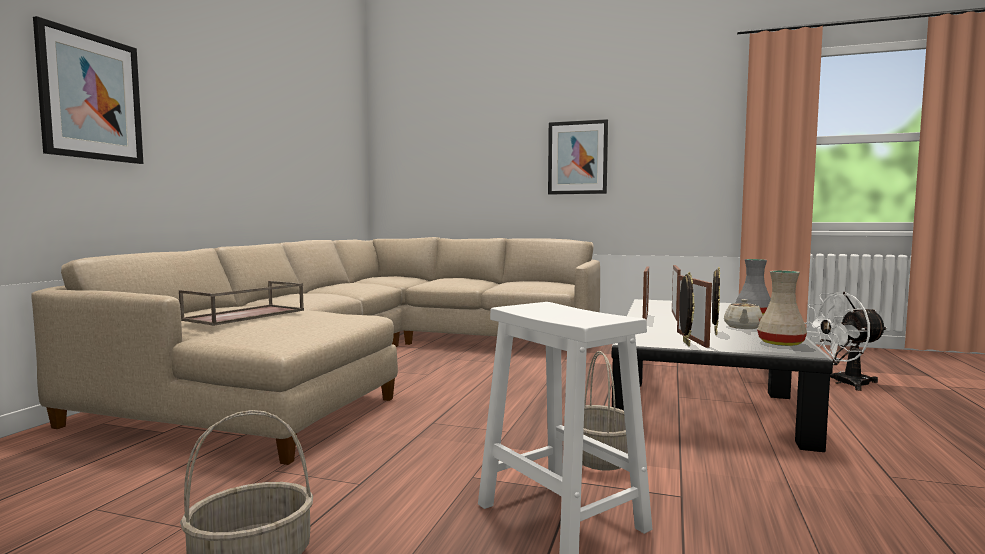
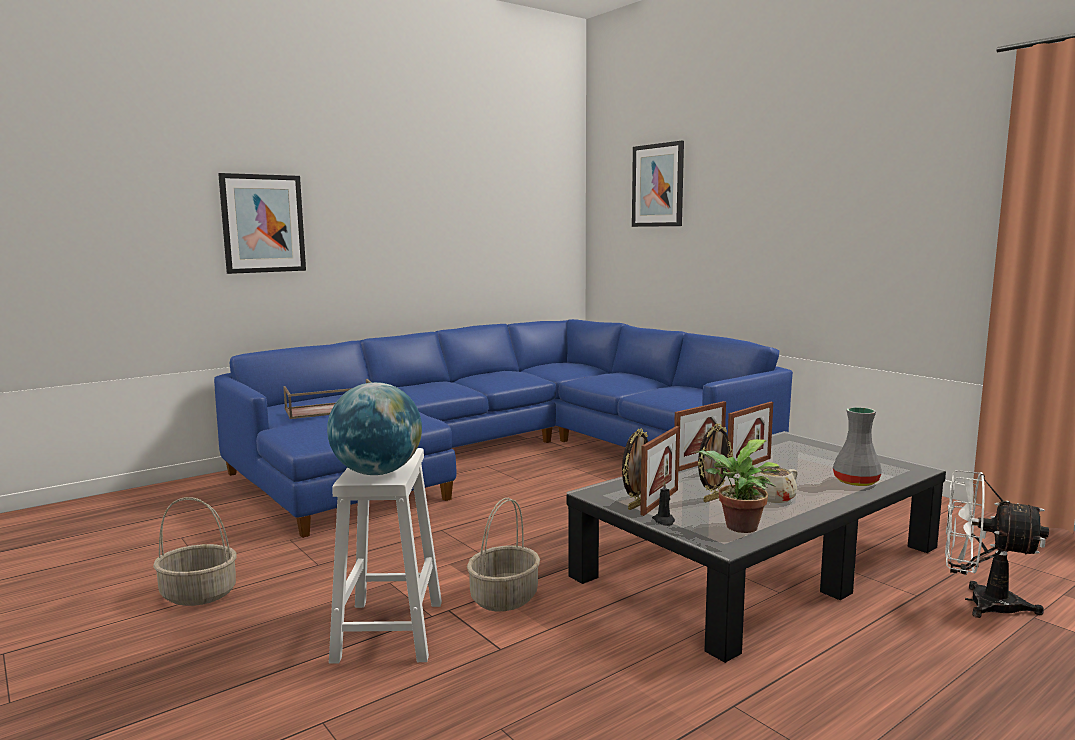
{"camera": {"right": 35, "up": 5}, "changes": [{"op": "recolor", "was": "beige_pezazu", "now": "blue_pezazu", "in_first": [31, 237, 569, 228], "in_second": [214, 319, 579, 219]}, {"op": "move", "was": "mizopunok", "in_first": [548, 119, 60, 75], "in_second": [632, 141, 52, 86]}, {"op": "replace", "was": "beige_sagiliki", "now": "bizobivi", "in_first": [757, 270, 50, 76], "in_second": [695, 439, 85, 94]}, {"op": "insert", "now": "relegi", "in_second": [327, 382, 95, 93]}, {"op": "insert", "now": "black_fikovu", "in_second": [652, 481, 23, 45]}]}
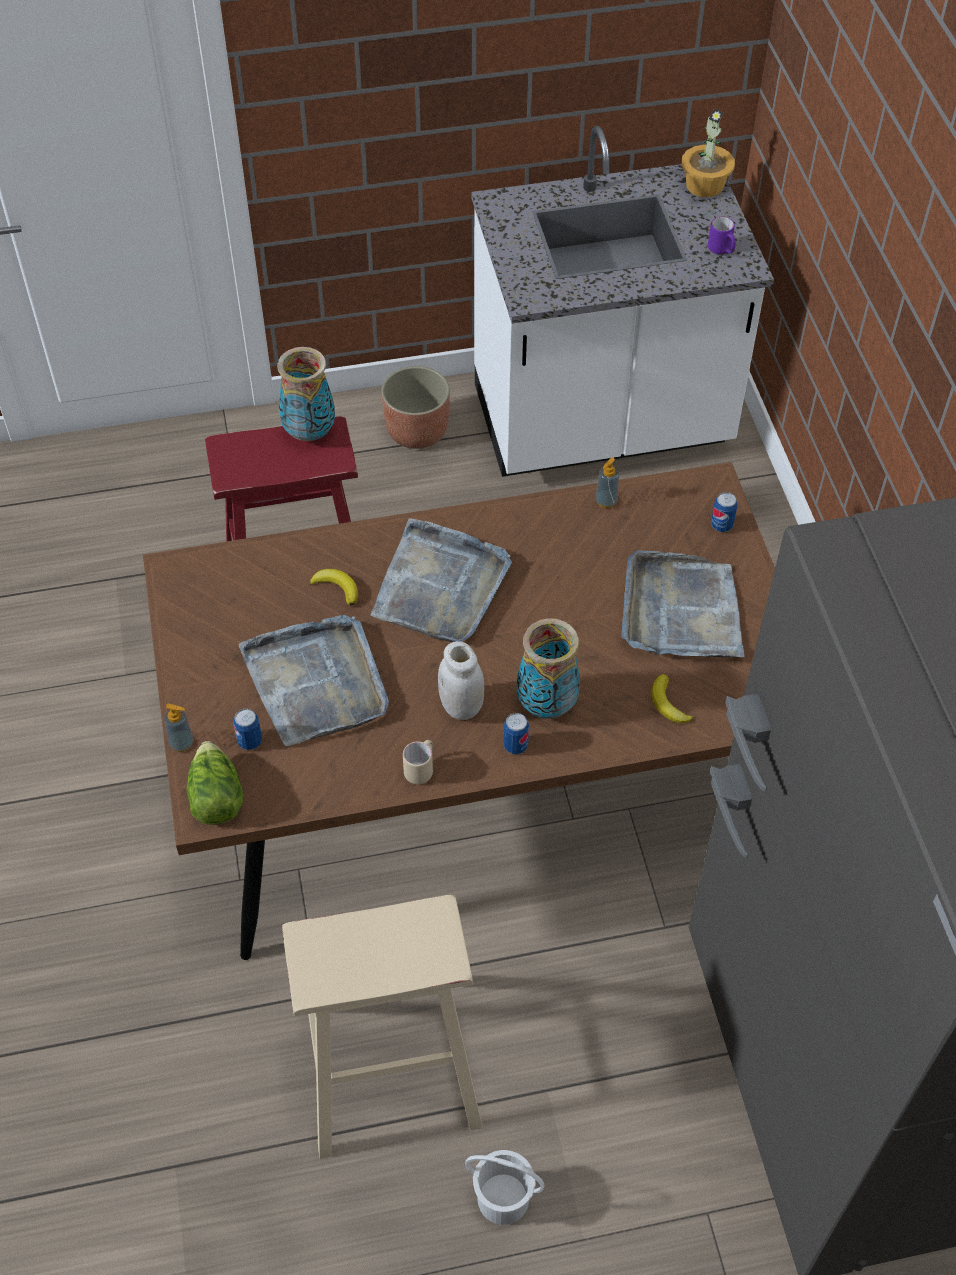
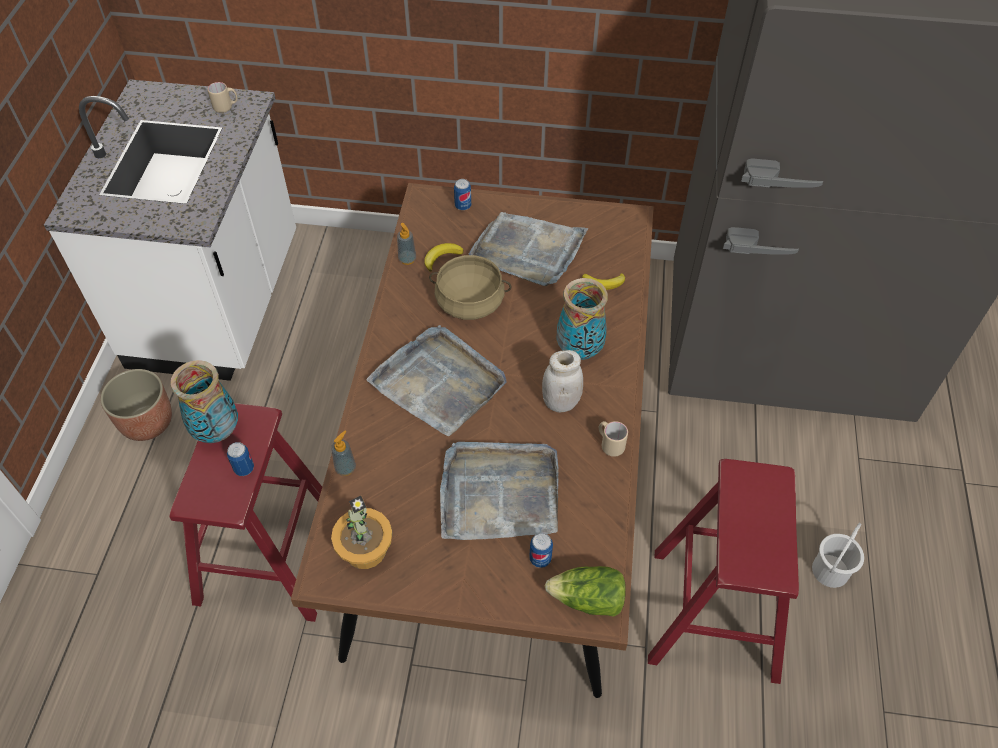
{"camera": {"right": -70, "up": 0}, "changes": [{"op": "move", "was": "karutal", "in_first": [164, 703, 30, 49], "in_second": [331, 431, 25, 45]}, {"op": "recolor", "was": "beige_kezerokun", "now": "red_kezerokun", "in_first": [282, 895, 200, 264], "in_second": [648, 459, 151, 225]}, {"op": "move", "was": "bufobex", "in_first": [310, 569, 48, 37], "in_second": [424, 243, 40, 29]}, {"op": "move", "was": "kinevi", "in_first": [503, 713, 26, 41], "in_second": [227, 442, 27, 34]}, {"op": "move", "was": "bizobivi", "in_first": [682, 108, 53, 89], "in_second": [331, 495, 62, 74]}, {"op": "recolor", "was": "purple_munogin", "now": "beige_munogin", "in_first": [708, 217, 28, 37], "in_second": [208, 82, 29, 31]}, {"op": "insert", "now": "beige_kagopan", "in_second": [429, 255, 83, 65]}]}
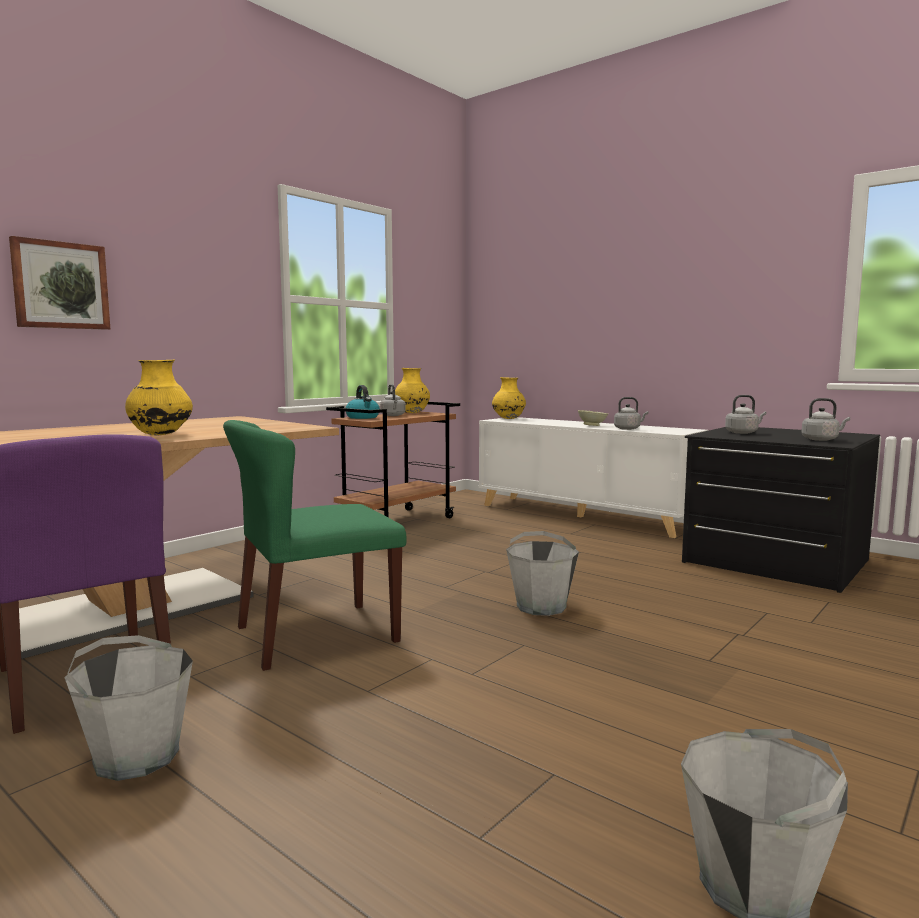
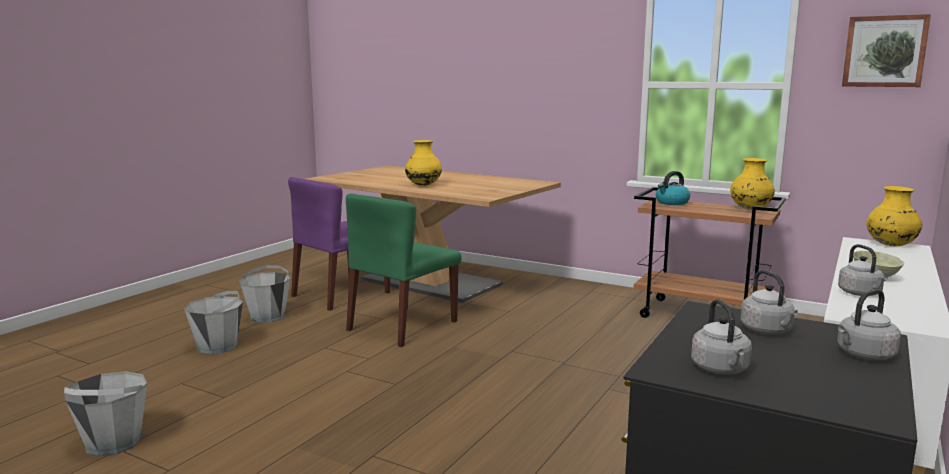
{"camera": {"right": 80, "up": 5}, "changes": [{"op": "move", "was": "mizopunok", "in_first": [9, 236, 101, 94], "in_second": [842, 14, 89, 73]}, {"op": "rotate", "was": "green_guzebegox", "in_first": [223, 420, 184, 251], "in_second": [346, 193, 115, 154], "clockwise": -105}, {"op": "move", "was": "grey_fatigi", "in_first": [380, 384, 26, 32], "in_second": [837, 289, 64, 71]}, {"op": "move", "was": "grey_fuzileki", "in_first": [506, 531, 73, 85], "in_second": [184, 291, 59, 64]}]}
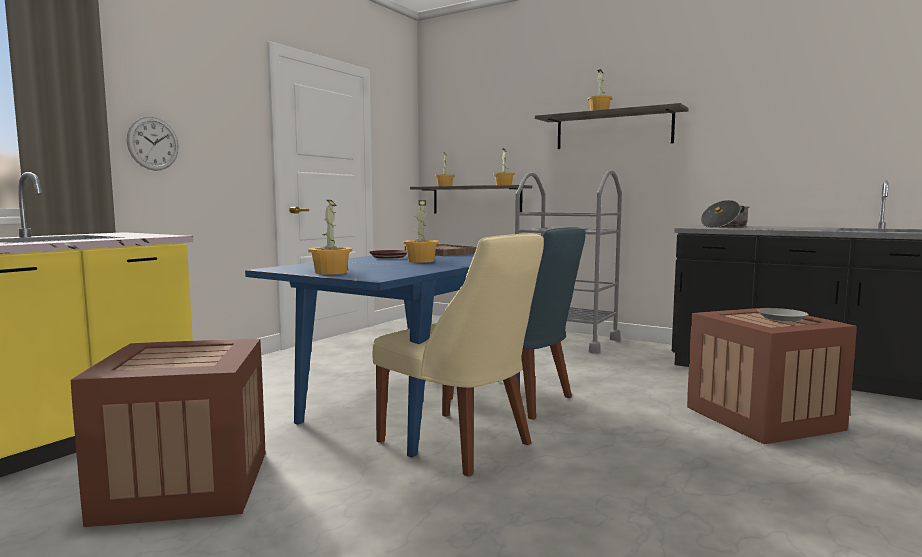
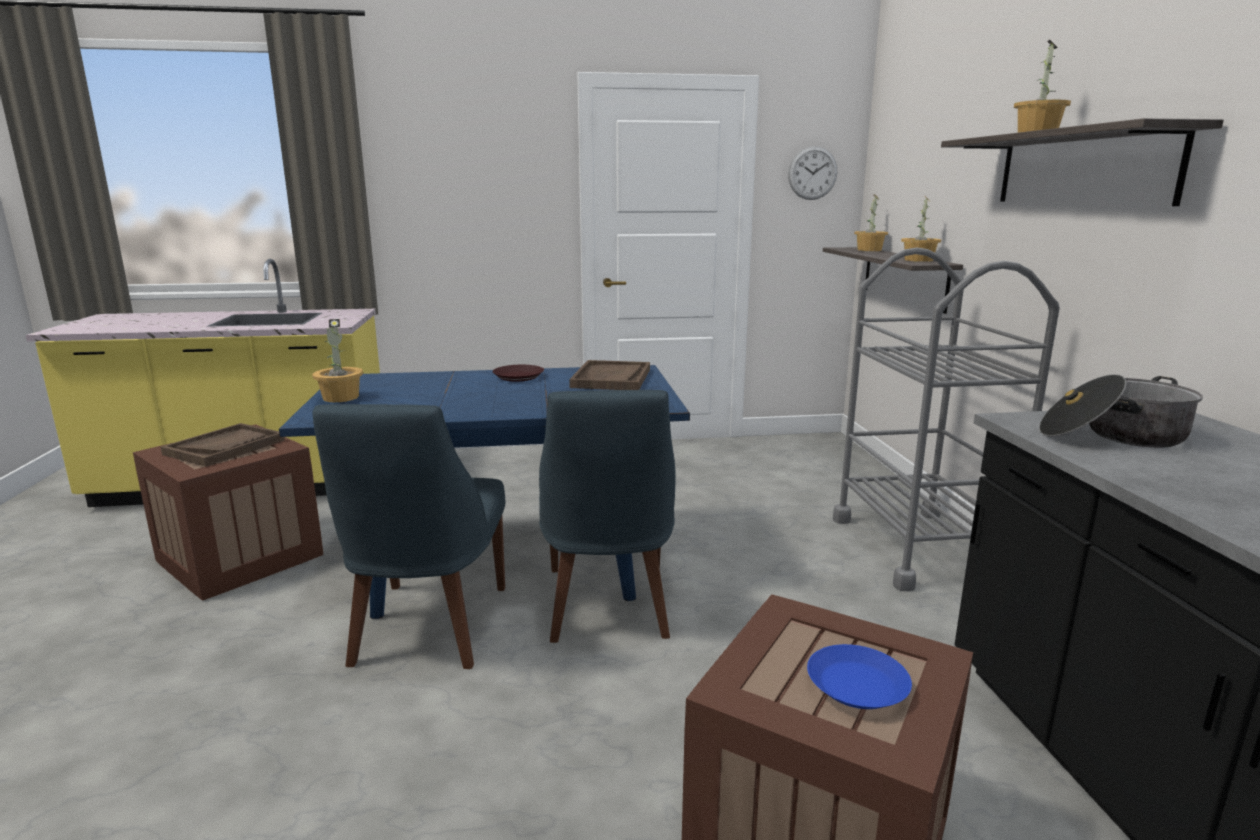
{"camera": {"right": 50, "up": 10}, "changes": [{"op": "move", "was": "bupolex", "in_first": [127, 117, 52, 54], "in_second": [788, 146, 49, 54]}, {"op": "recolor", "was": "beige_guzebegox", "now": "blue_guzebegox", "in_first": [373, 234, 171, 243], "in_second": [313, 404, 192, 265]}, {"op": "delete", "was": "bizobivi", "in_first": [403, 200, 36, 63]}, {"op": "recolor", "was": "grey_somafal", "now": "blue_somafal", "in_first": [757, 308, 52, 13], "in_second": [807, 644, 105, 65]}, {"op": "insert", "now": "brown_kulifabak", "in_second": [161, 423, 124, 44]}]}
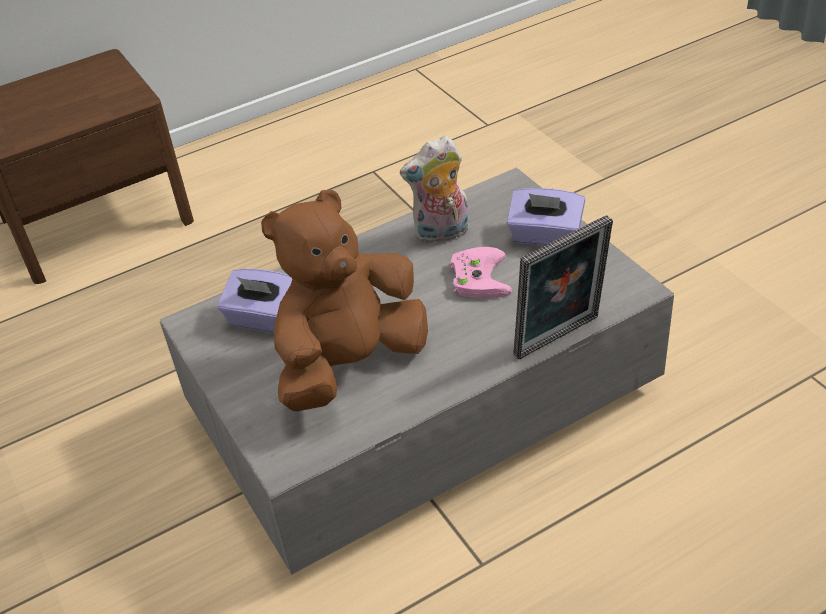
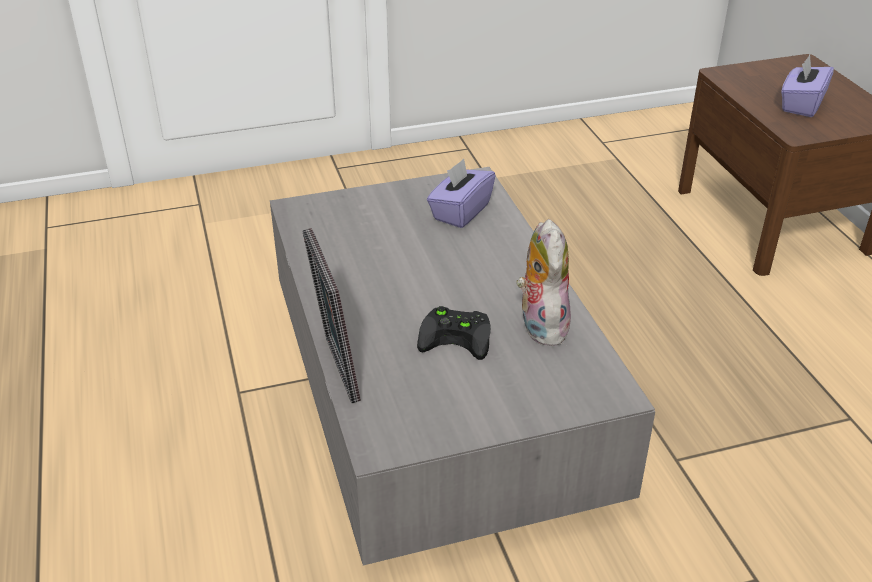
{"camera": {"right": 100, "up": -5}, "changes": [{"op": "delete", "was": "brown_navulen", "in_first": [261, 190, 167, 221]}, {"op": "recolor", "was": "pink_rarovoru", "now": "black_rarovoru", "in_first": [450, 247, 62, 51], "in_second": [417, 306, 74, 54]}, {"op": "move", "was": "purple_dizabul", "in_first": [507, 188, 78, 58], "in_second": [781, 55, 53, 62]}]}
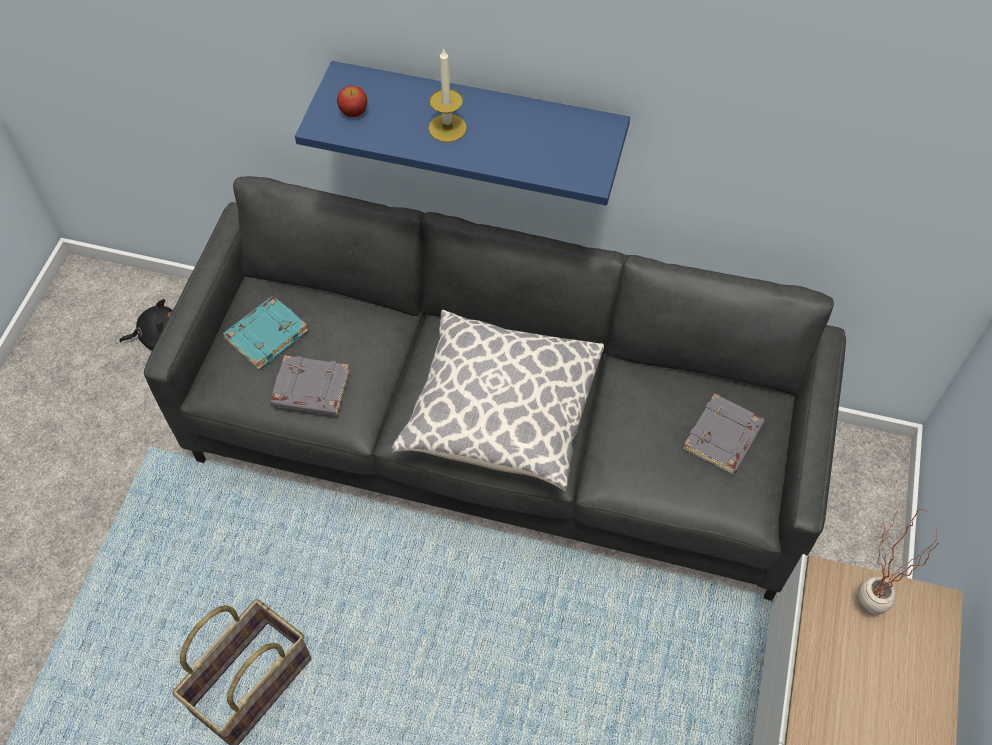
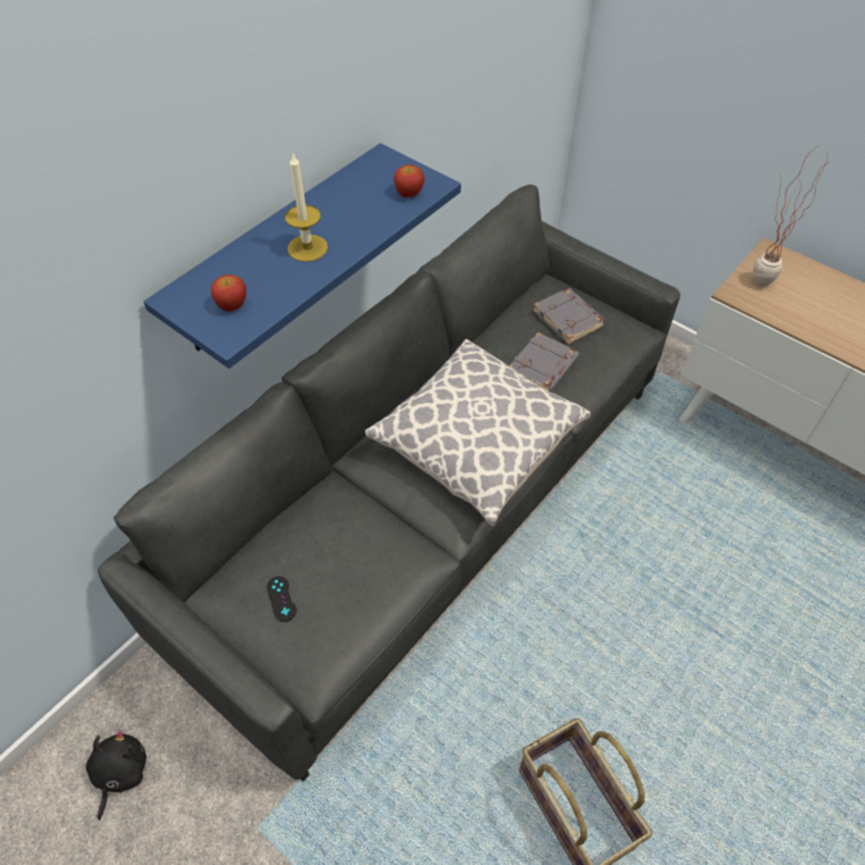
{"camera": {"right": -65, "up": -5}, "changes": [{"op": "replace", "was": "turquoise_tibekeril", "now": "black_rarovoru", "in_first": [223, 296, 86, 74], "in_second": [267, 576, 30, 46]}, {"op": "move", "was": "grey_tibekeril", "in_first": [270, 355, 80, 61], "in_second": [510, 332, 69, 60]}, {"op": "insert", "now": "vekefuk", "in_second": [394, 165, 31, 32]}]}
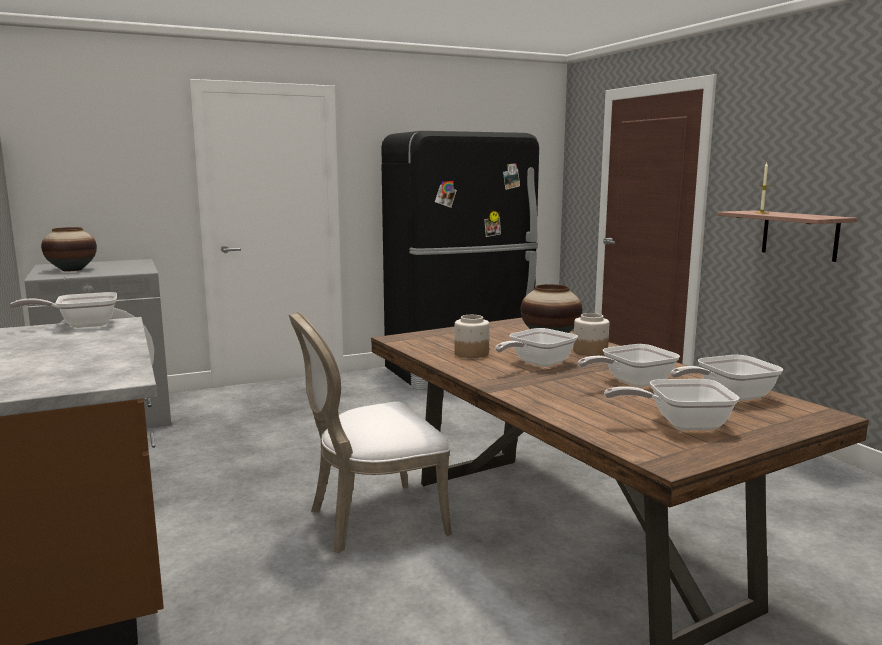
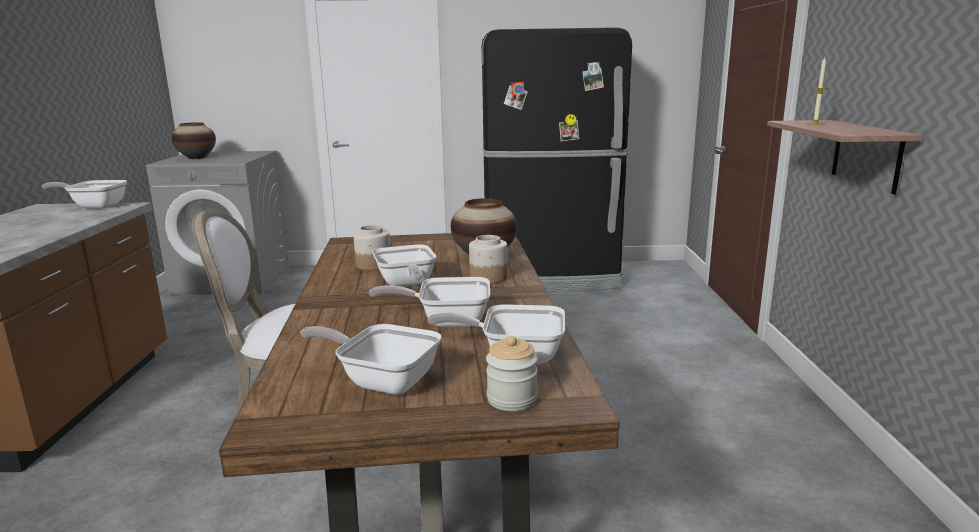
{"camera": {"right": 25, "up": 5}, "changes": [{"op": "rotate", "was": "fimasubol", "in_first": [495, 328, 83, 39], "in_second": [372, 244, 65, 43], "clockwise": -90}, {"op": "insert", "now": "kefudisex", "in_second": [486, 336, 52, 75]}]}
